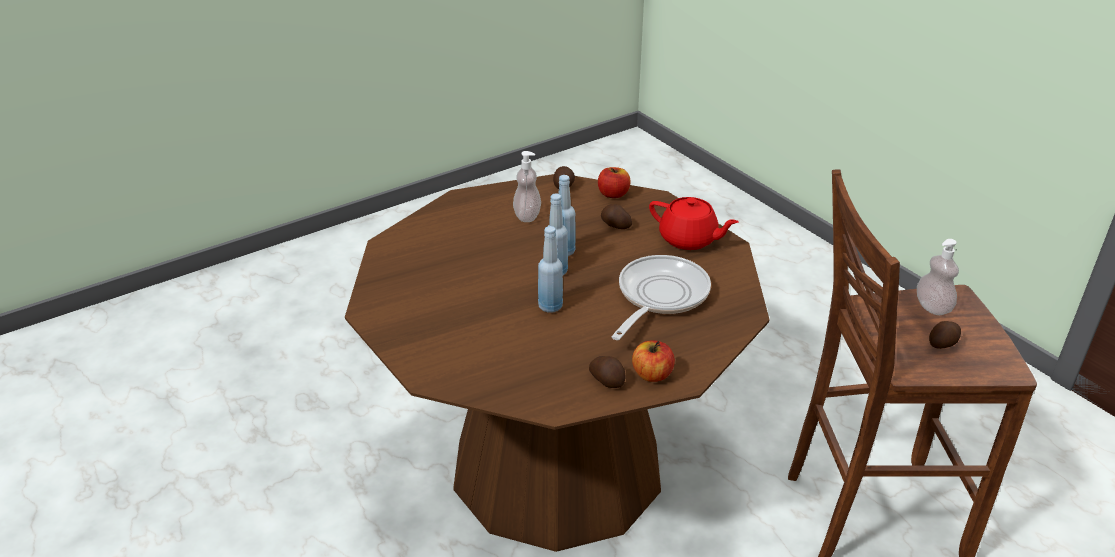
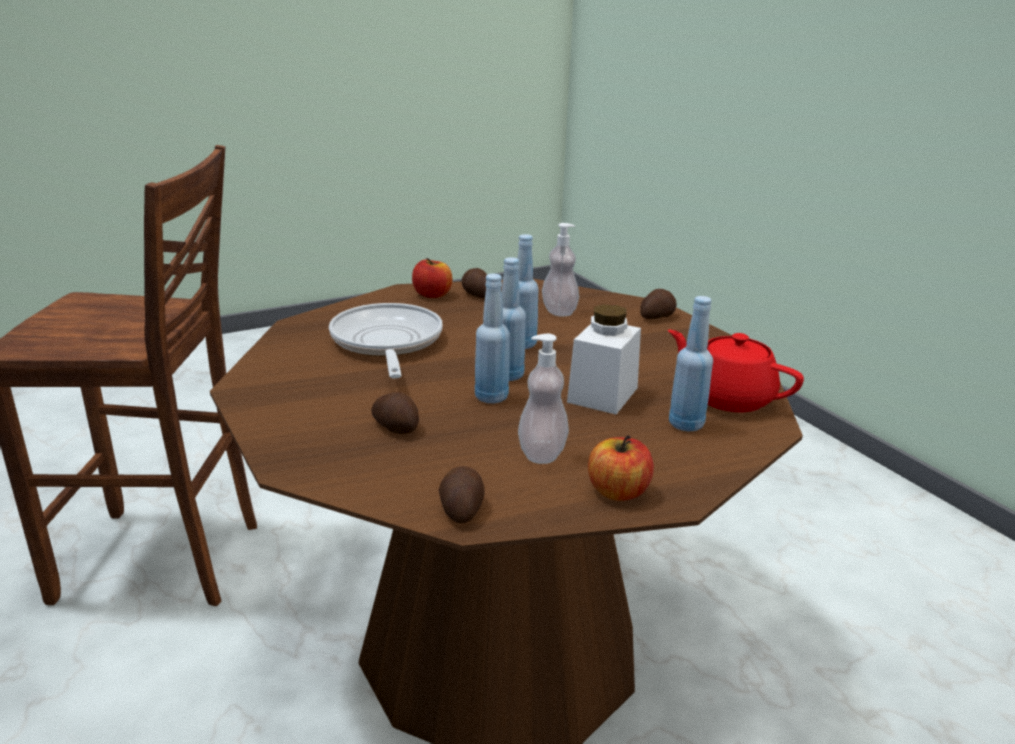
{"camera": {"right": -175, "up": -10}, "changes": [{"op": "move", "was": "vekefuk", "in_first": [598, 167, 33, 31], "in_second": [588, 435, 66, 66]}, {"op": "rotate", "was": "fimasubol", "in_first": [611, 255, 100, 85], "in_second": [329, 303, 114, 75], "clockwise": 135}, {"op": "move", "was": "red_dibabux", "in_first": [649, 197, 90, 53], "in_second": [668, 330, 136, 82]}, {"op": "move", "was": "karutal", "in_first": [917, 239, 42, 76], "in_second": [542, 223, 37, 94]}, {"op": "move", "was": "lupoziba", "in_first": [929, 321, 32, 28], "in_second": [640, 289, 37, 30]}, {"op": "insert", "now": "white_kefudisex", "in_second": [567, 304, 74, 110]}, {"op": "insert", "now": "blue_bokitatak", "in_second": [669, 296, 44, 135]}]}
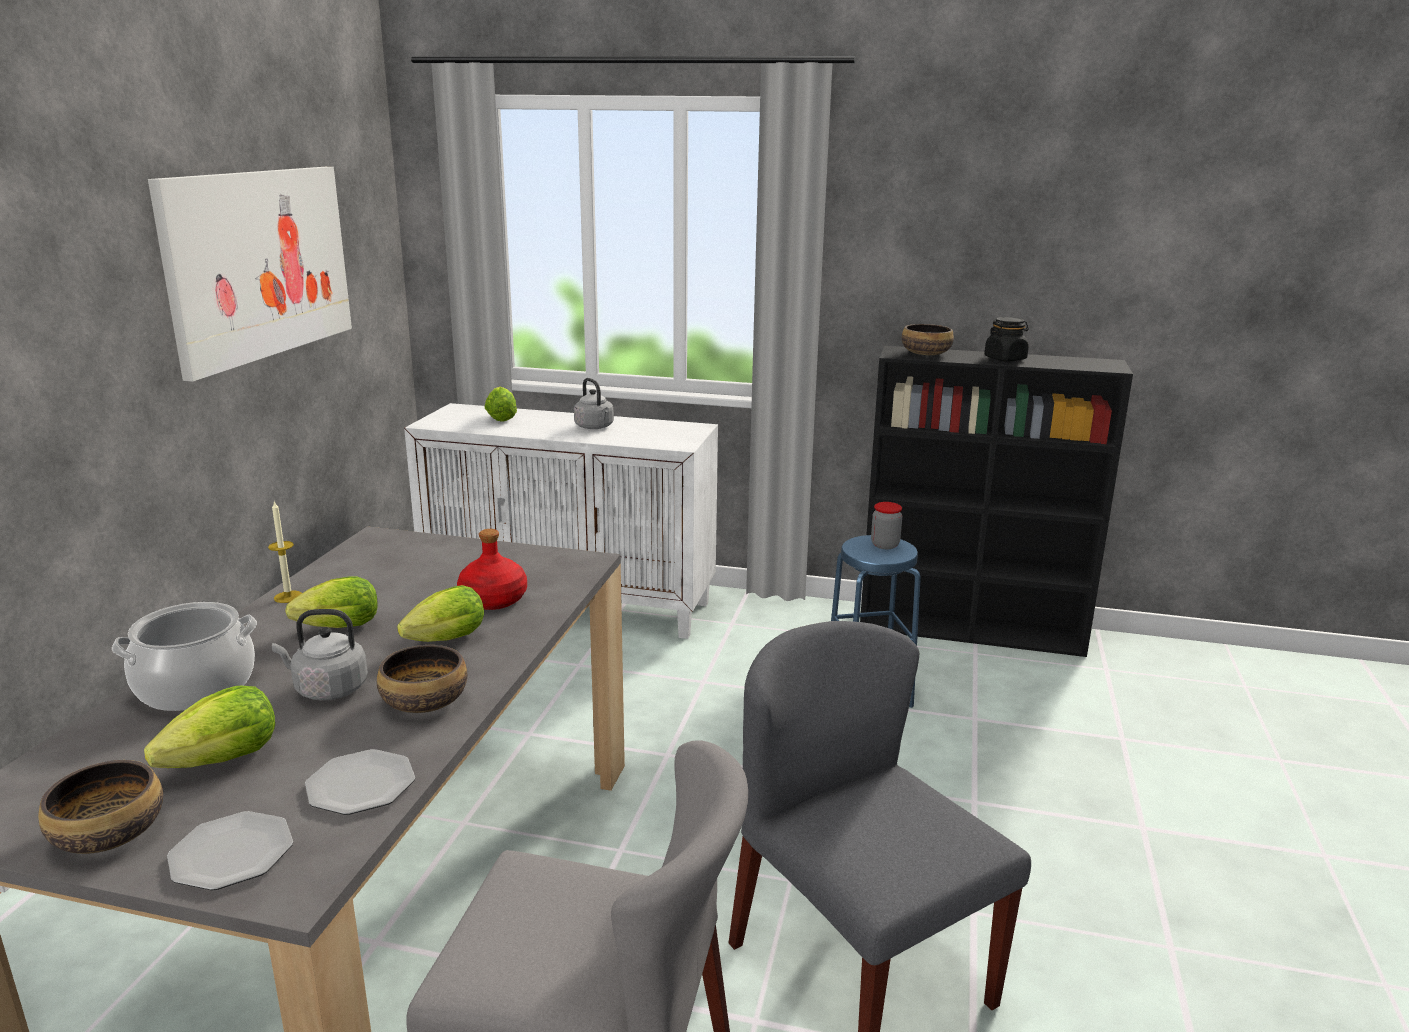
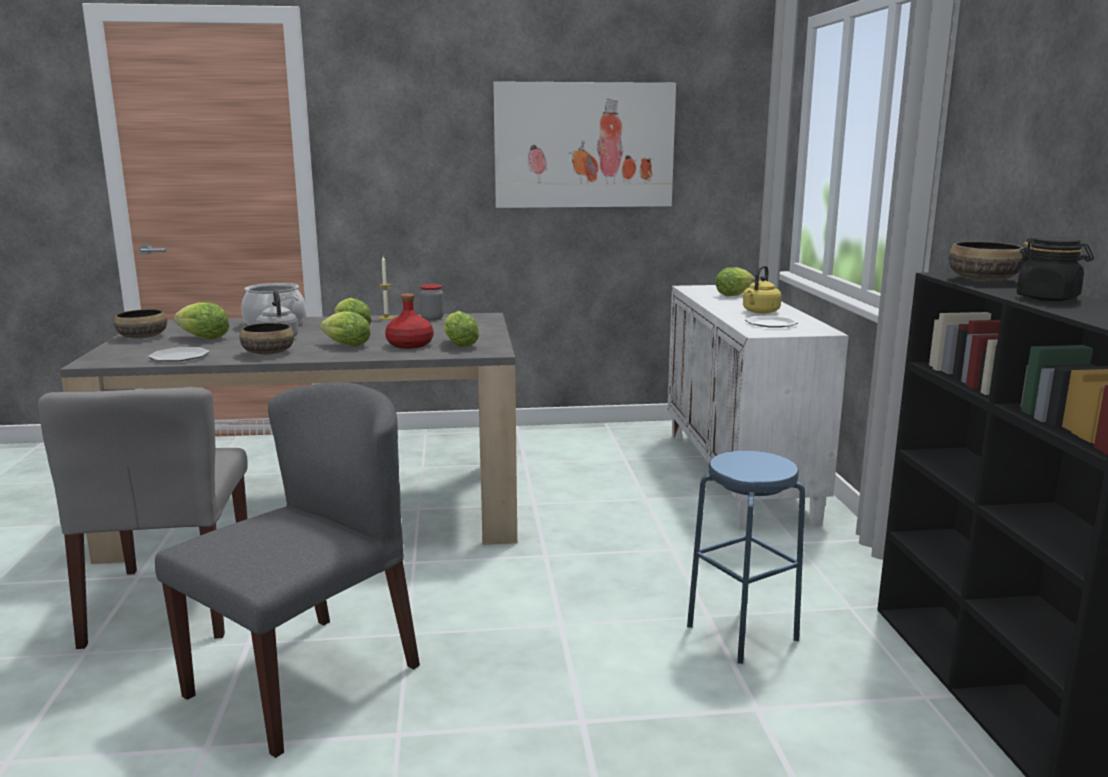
{"camera": {"right": 70, "up": -5}, "changes": [{"op": "move", "was": "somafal", "in_first": [167, 811, 126, 80], "in_second": [745, 316, 53, 12]}, {"op": "recolor", "was": "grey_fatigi", "now": "yellow_fatigi", "in_first": [574, 378, 40, 51], "in_second": [743, 265, 39, 49]}, {"op": "move", "was": "kefudisex", "in_first": [871, 502, 31, 47], "in_second": [420, 284, 24, 36]}, {"op": "insert", "now": "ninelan", "in_second": [444, 311, 35, 37]}]}
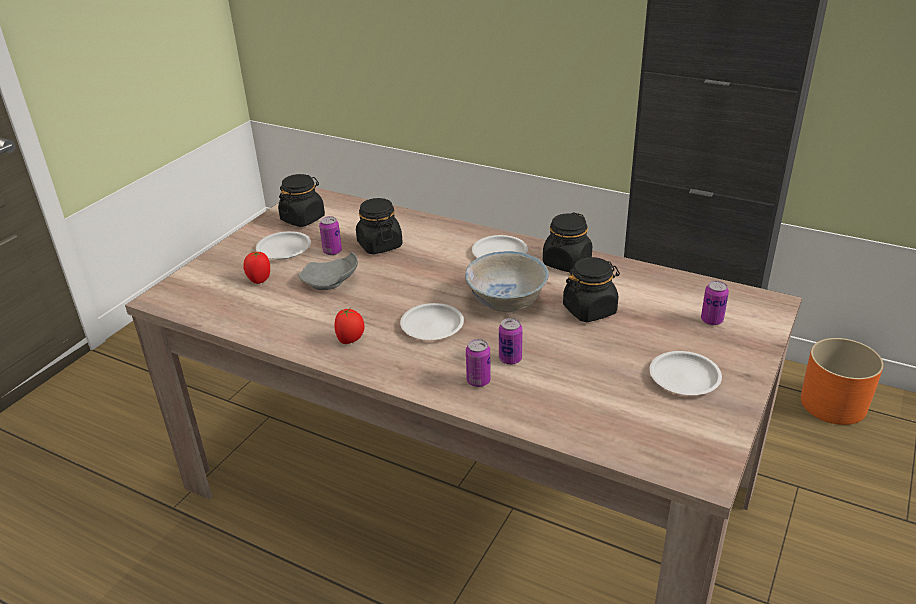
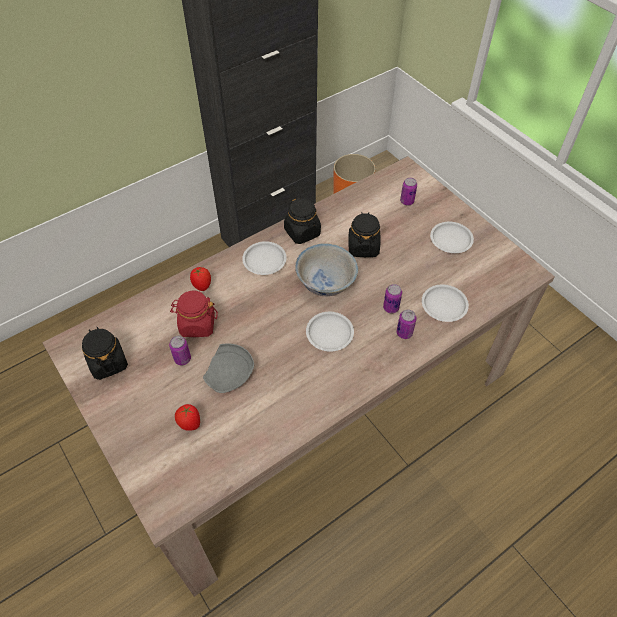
{"camera": {"right": -65, "up": 20}, "changes": [{"op": "move", "was": "white_somafal", "in_first": [256, 231, 55, 28], "in_second": [422, 284, 47, 38]}, {"op": "move", "was": "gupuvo", "in_first": [335, 309, 30, 35], "in_second": [190, 267, 21, 24]}, {"op": "recolor", "was": "black_kefudisex", "now": "red_kefudisex", "in_first": [356, 198, 47, 56], "in_second": [170, 291, 48, 46]}]}
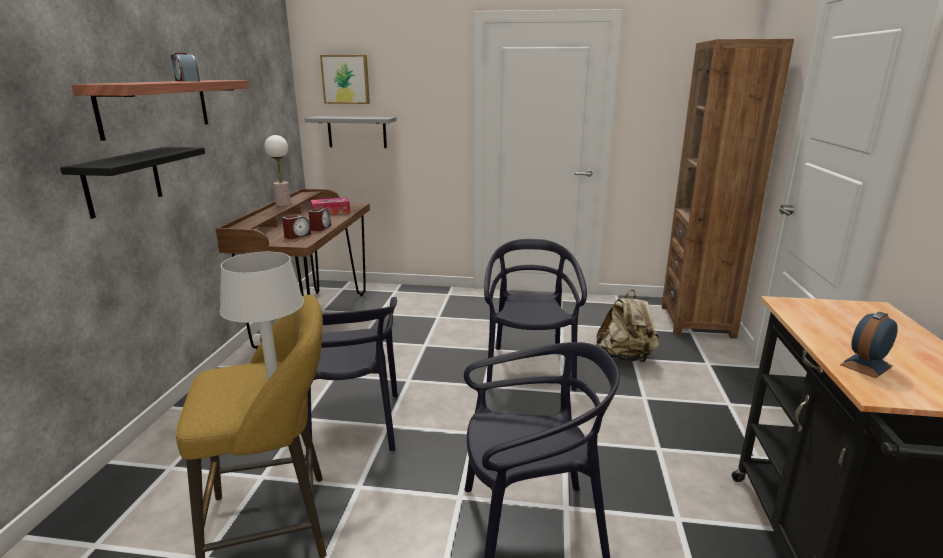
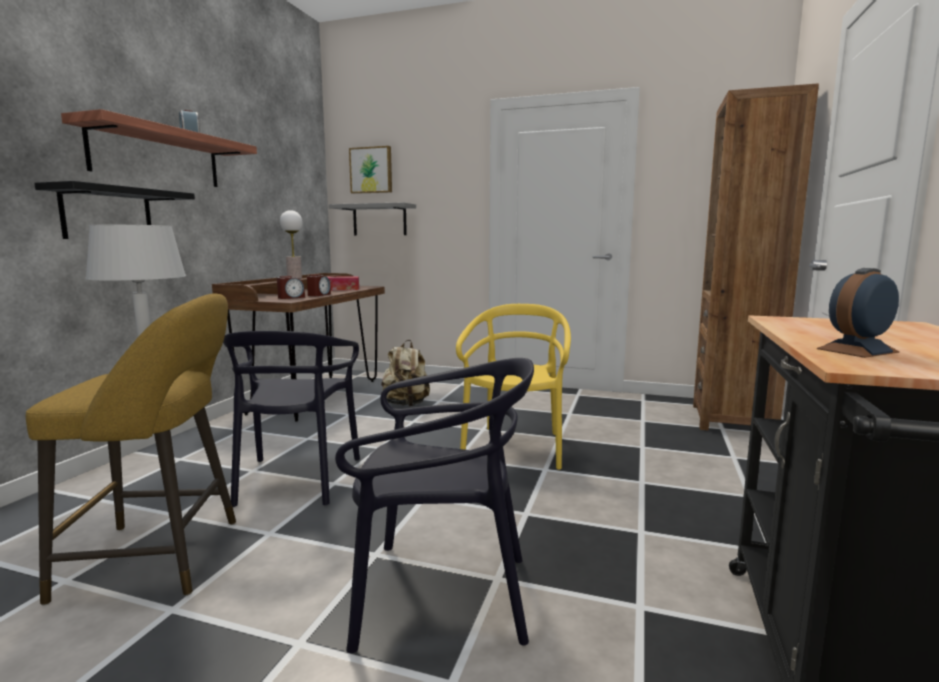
{"camera": {"right": 10, "up": -10}, "changes": [{"op": "recolor", "was": "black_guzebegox", "now": "yellow_guzebegox", "in_first": [484, 239, 103, 152], "in_second": [456, 304, 115, 166]}, {"op": "move", "was": "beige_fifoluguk", "in_first": [596, 289, 63, 74], "in_second": [381, 340, 49, 67]}]}
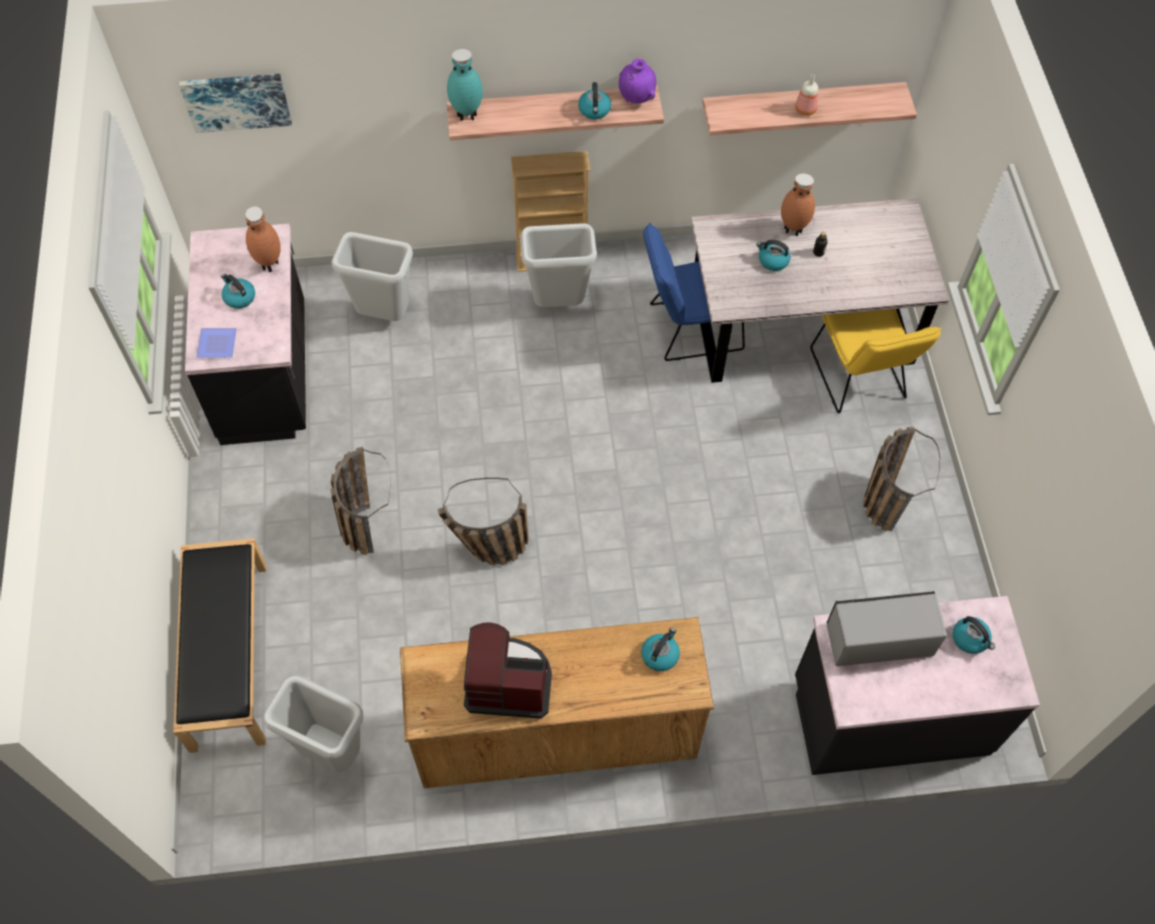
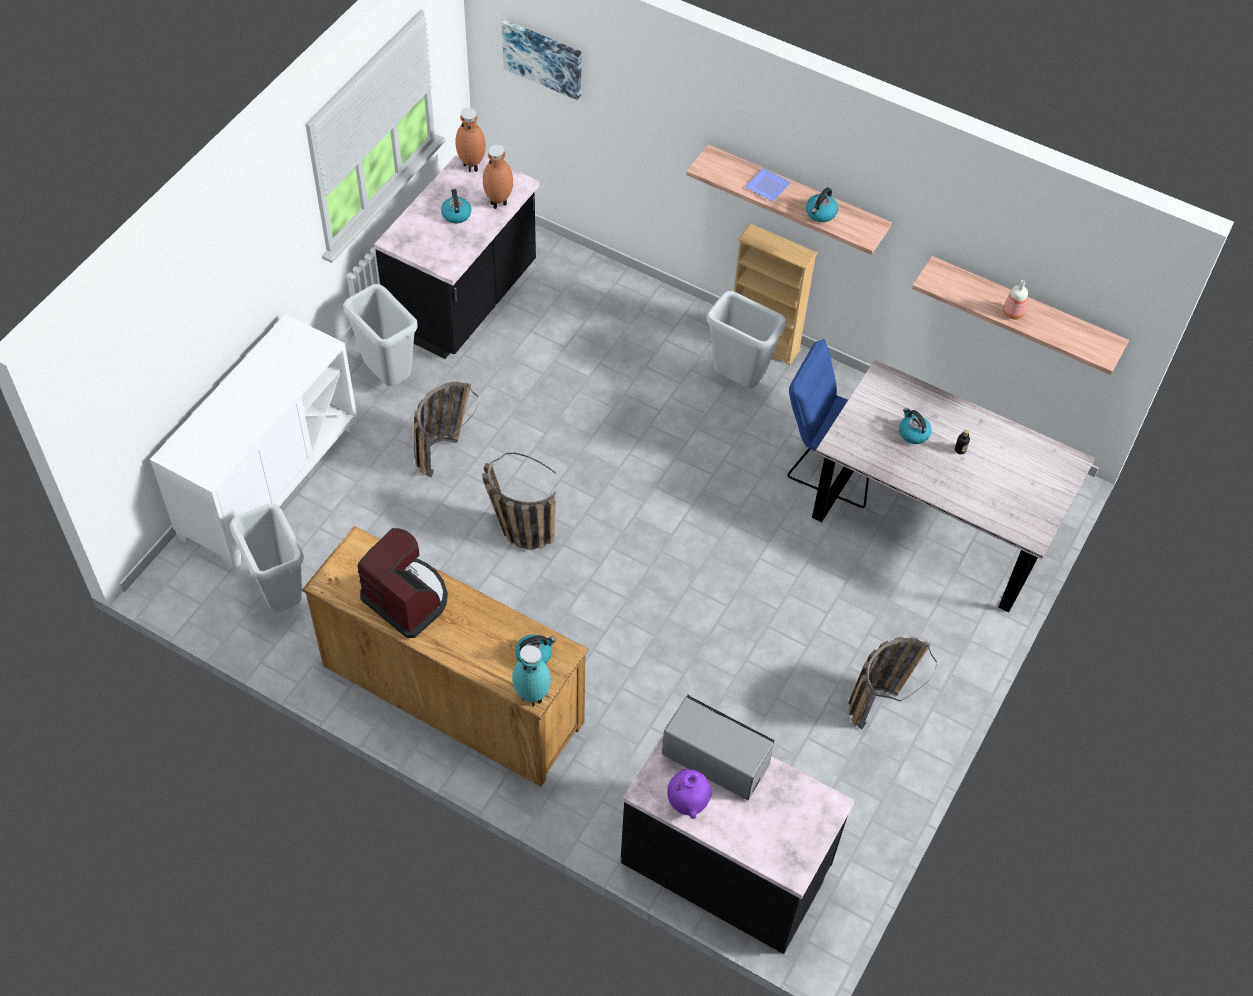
{"camera": {"right": 35, "up": -5}, "changes": [{"op": "replace", "was": "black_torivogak", "now": "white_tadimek", "in_first": [173, 538, 93, 215], "in_second": [150, 314, 207, 256]}, {"op": "move", "was": "somafal", "in_first": [196, 328, 41, 30], "in_second": [745, 168, 46, 34]}, {"op": "move", "was": "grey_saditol", "in_first": [331, 232, 82, 89], "in_second": [343, 284, 75, 102]}, {"op": "move", "was": "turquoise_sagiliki", "in_first": [447, 49, 36, 72], "in_second": [512, 645, 39, 62]}, {"op": "move", "was": "purple_sagiliki", "in_first": [619, 58, 37, 45], "in_second": [668, 769, 43, 50]}, {"op": "move", "was": "brown_sagiliki", "in_first": [781, 174, 34, 62], "in_second": [455, 108, 31, 64]}, {"op": "delete", "was": "yellow_guzebegox", "in_first": [810, 309, 132, 104]}, {"op": "delete", "was": "fatigi", "in_first": [953, 616, 42, 38]}]}
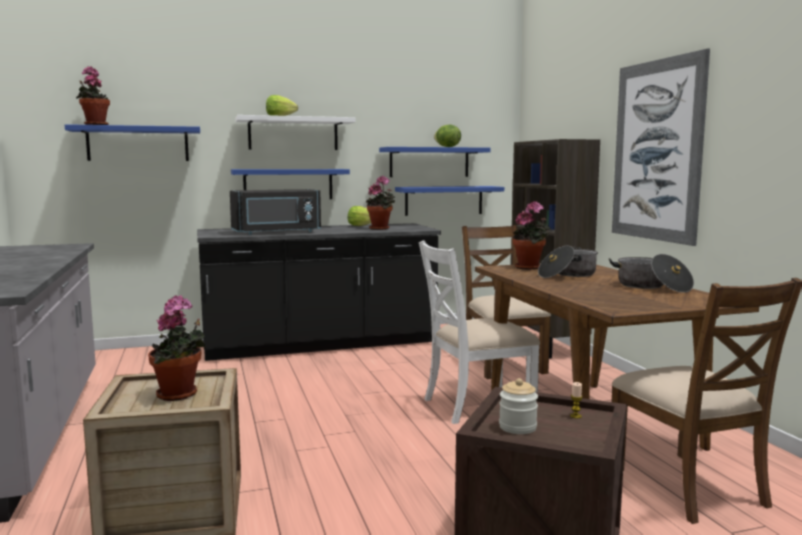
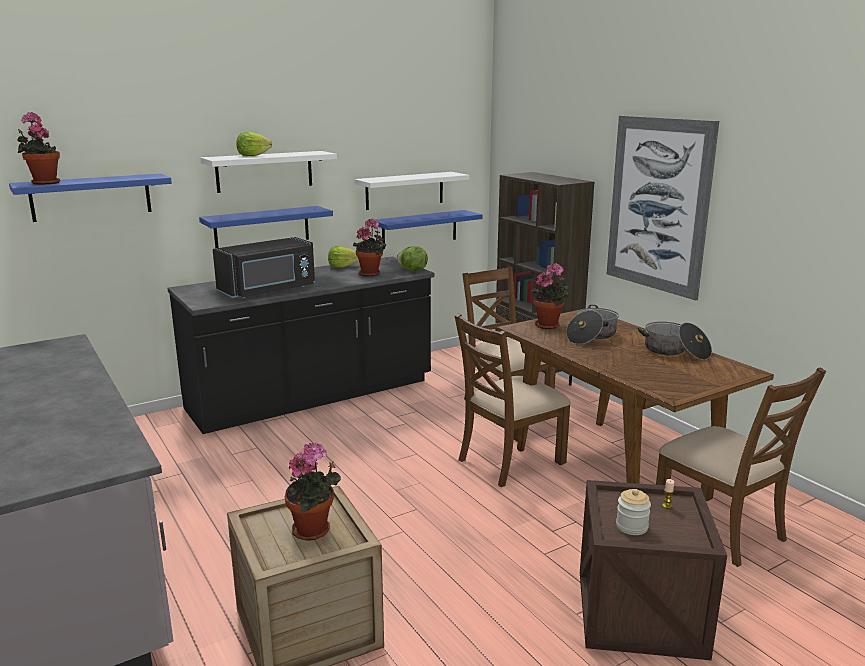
{"camera": {"right": -15, "up": 10}, "changes": [{"op": "recolor", "was": "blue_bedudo", "now": "white_bedudo", "in_first": [379, 147, 112, 30], "in_second": [355, 172, 115, 38]}, {"op": "recolor", "was": "white_guzebegox", "now": "brown_guzebegox", "in_first": [419, 240, 121, 184], "in_second": [455, 313, 116, 174]}, {"op": "move", "was": "ninelan", "in_first": [434, 125, 27, 22], "in_second": [396, 246, 32, 25]}]}
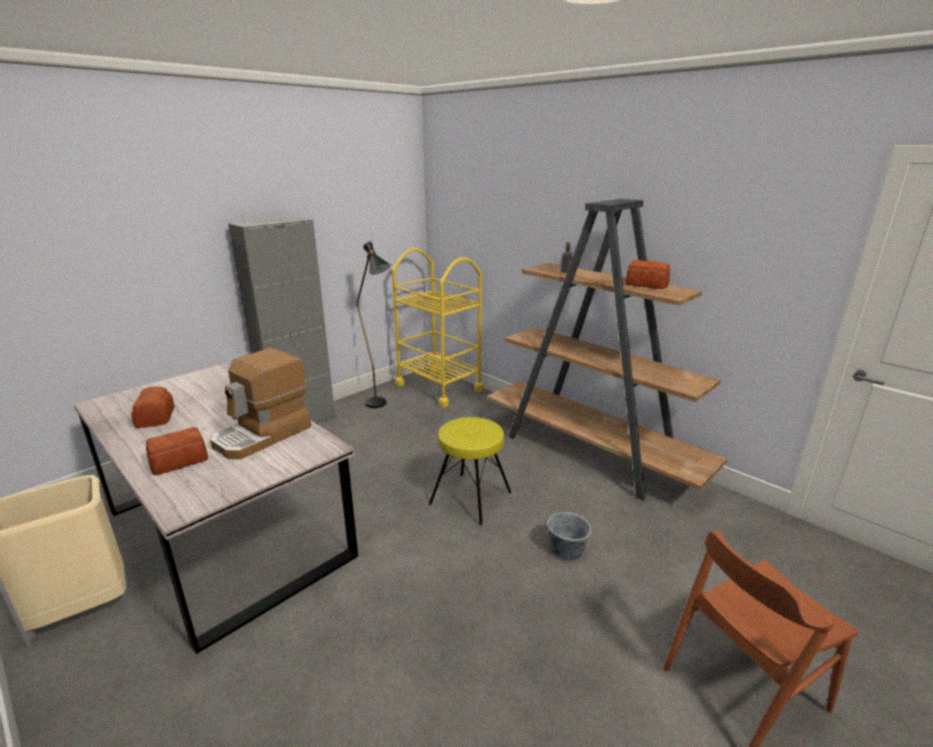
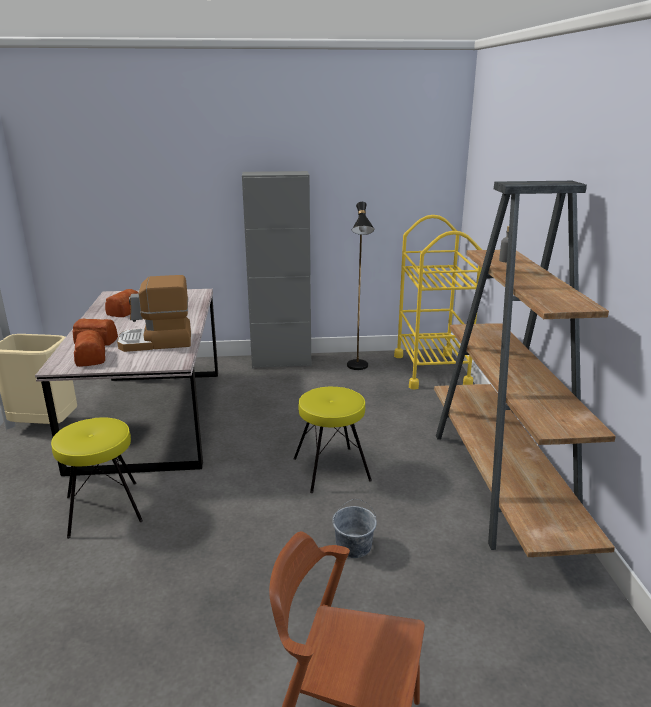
{"camera": {"right": 40, "up": 0}, "changes": [{"op": "move", "was": "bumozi", "in_first": [626, 260, 44, 29], "in_second": [74, 330, 31, 37]}, {"op": "insert", "now": "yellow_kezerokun", "in_second": [51, 417, 92, 122]}]}
